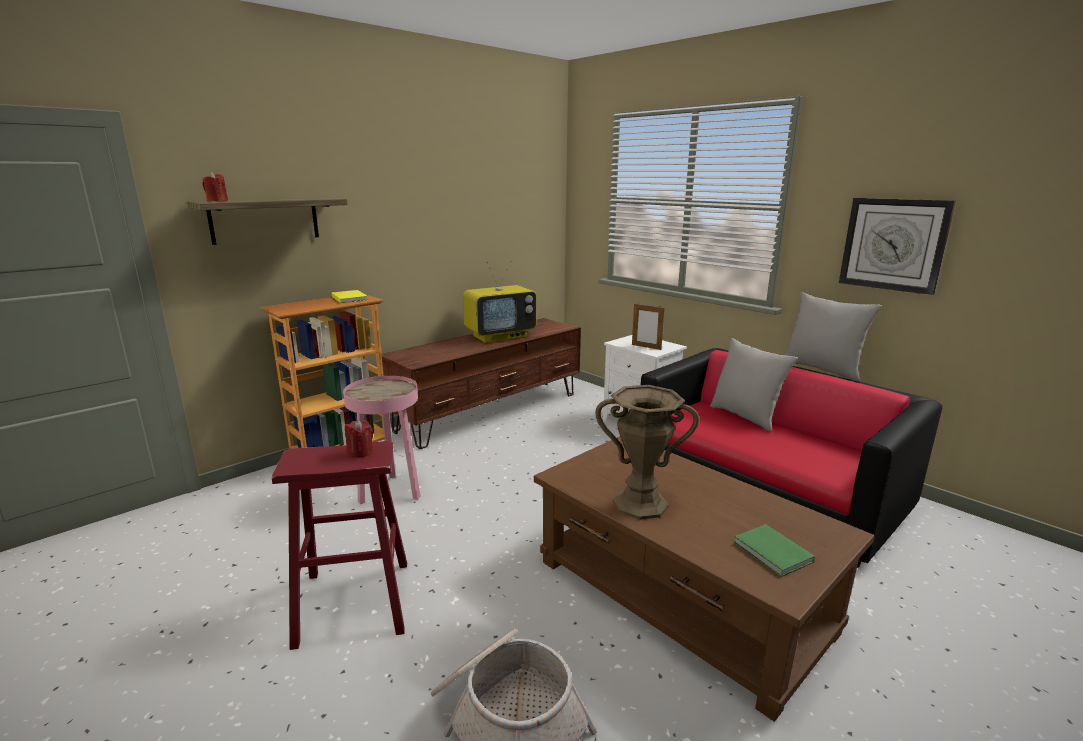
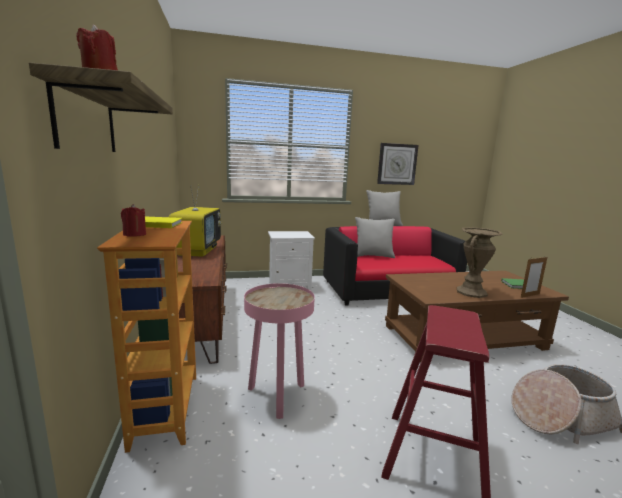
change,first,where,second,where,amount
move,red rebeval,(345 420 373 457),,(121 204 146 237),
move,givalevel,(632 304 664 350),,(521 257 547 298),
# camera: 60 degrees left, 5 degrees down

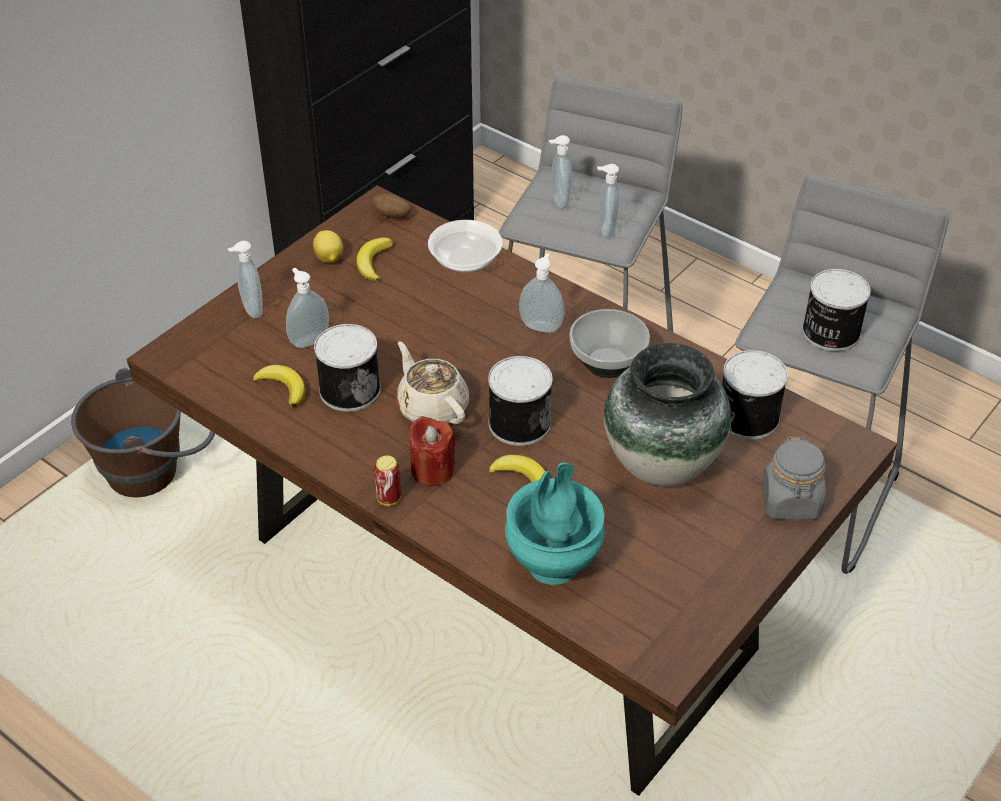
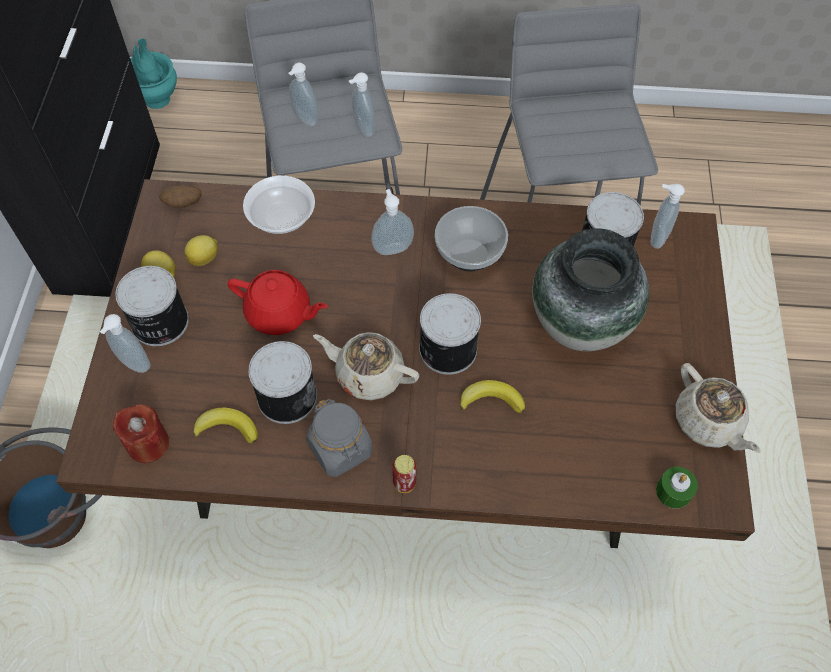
change,first,where,second,where,amount
move,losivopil,(286 268 329 348),,(651 184 685 249),
replace,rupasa,(356 237 393 281),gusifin,(184 235 218 266),
move,red rebeval,(409 416 455 486),,(113 404 169 463),
move,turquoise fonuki,(505 462 605 585),,(130 39 177 109),
move,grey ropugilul,(762 437 826 520),,(306 399 372 477),
move,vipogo,(802 269 871 351),,(115 266 189 346),
insert,,,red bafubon,(228 270 328 335),
insert,,,green rebeval,(656 467 698 509),
insert,,,beige bafubon,(676 363 761 453),
# camera: 35 degrees left, 15 degrees up

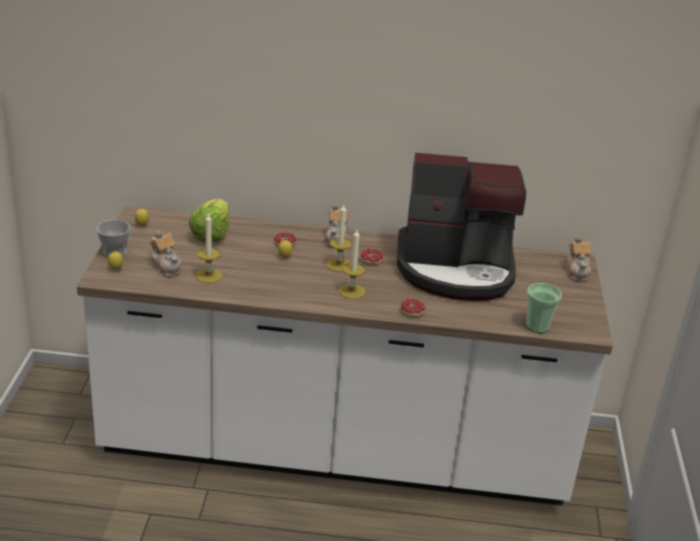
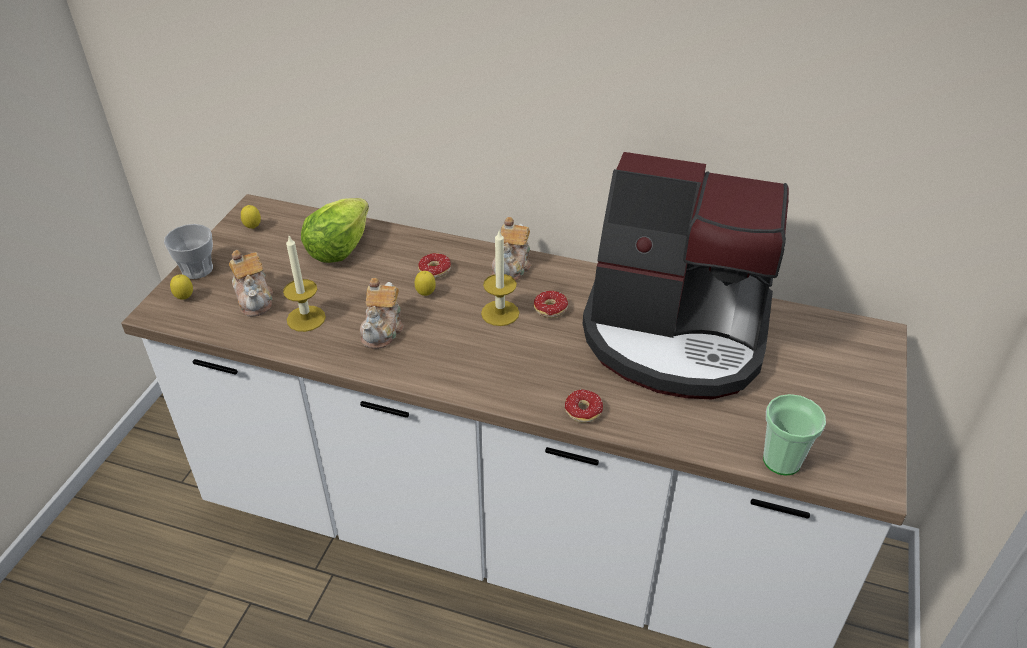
change,first,where,second,where,amount
delete,rebeval,(339 230 365 299),,,
move,bafubon,(565 236 592 282),,(360 278 404 349),
# camera: 15 degrees right, 10 degrees up

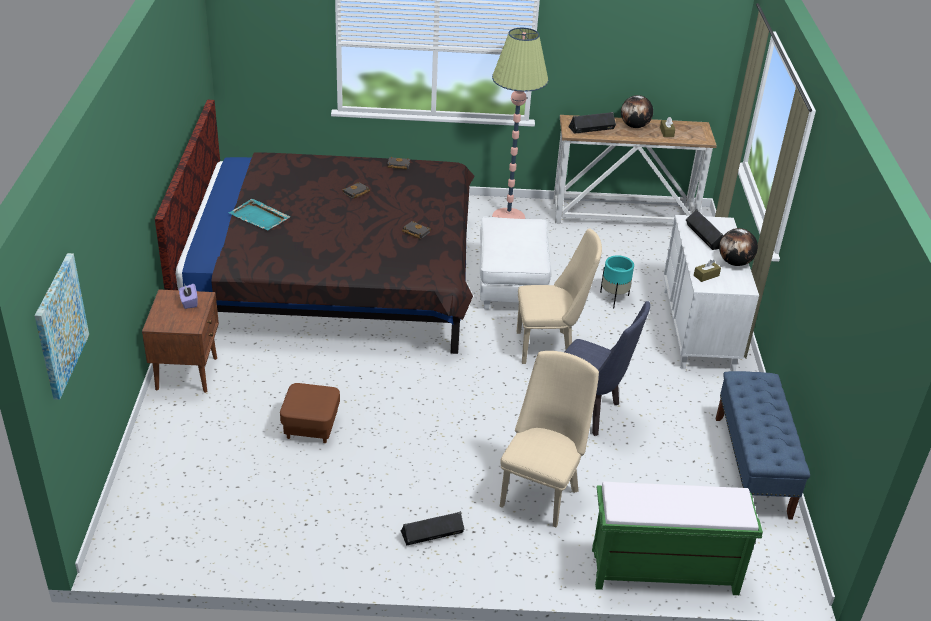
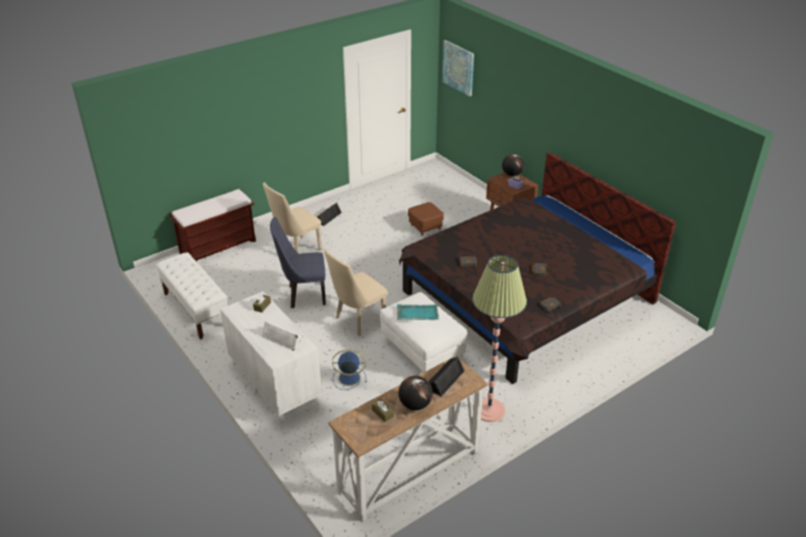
change,first,where,second,where,amount
move,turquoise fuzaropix,(229 199 291 230),,(397 304 439 320),
rotate,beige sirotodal,(500 351 599 527),,(263 182 322 253),60 degrees clockwise
recolor,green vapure,(592 481 763 595),brown vapure,(169 189 256 262),
replace,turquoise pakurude,(600 255 634 309),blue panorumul,(332 350 367 390),
recolor,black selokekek,(686 209 723 250),white selokekek,(262 322 304 351),
recolor,blue vapure,(716 371 810 520),white vapure,(156 252 228 340),
move,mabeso,(719 228 758 266),,(502 154 524 176),
# camera: 145 degrees right, 0 degrees up

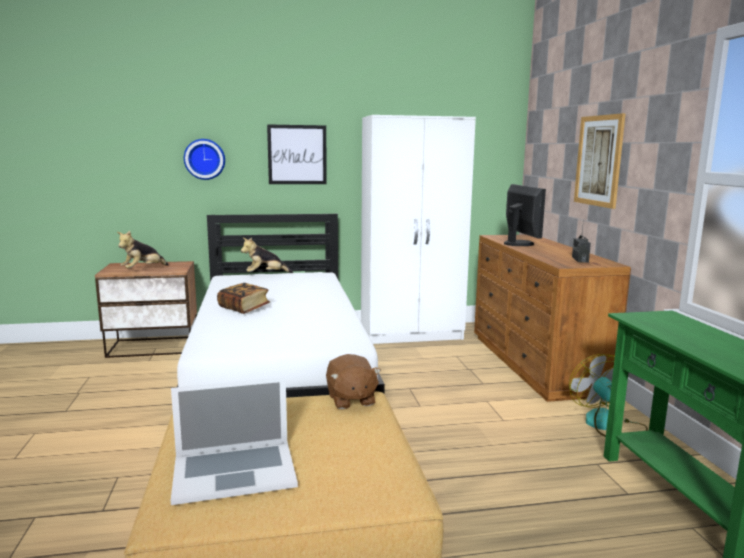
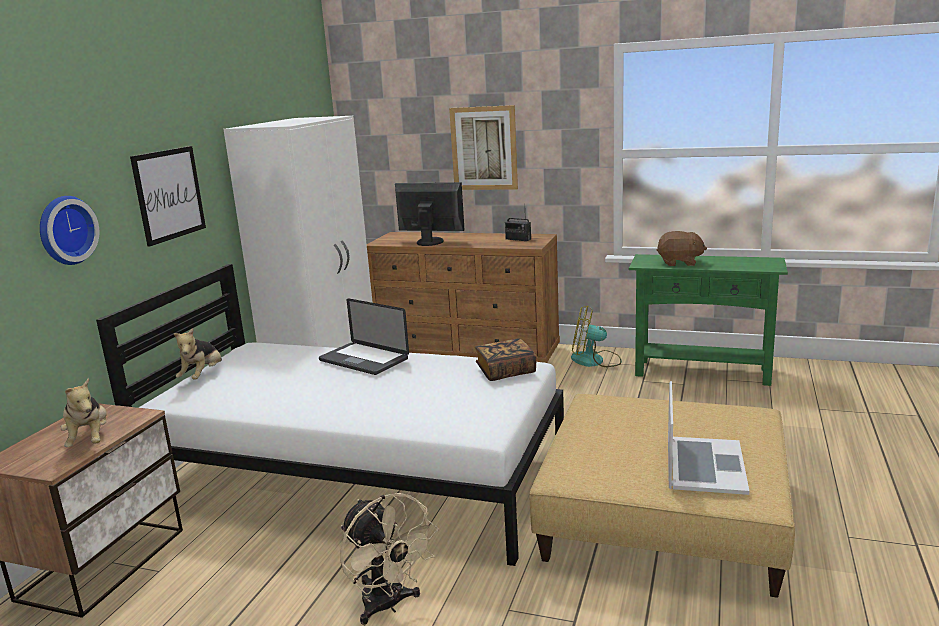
change,first,where,second,where,amount
move,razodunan,(217 283 270 314),,(475 338 537 381),
move,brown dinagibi,(326 354 381 409),,(657 231 707 266),
insert,,,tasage,(319 298 409 375),
insert,,,beige panorumul,(340 493 439 625),
# camera: 60 degrees left, 5 degrees up

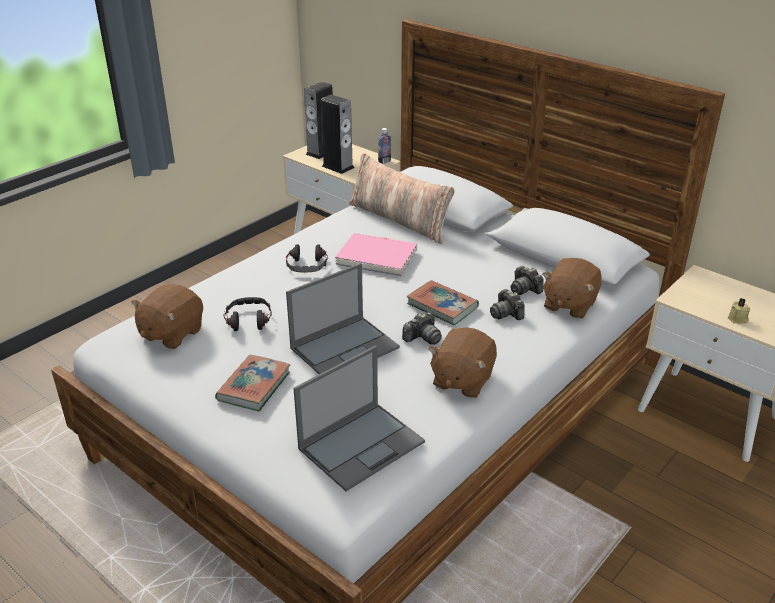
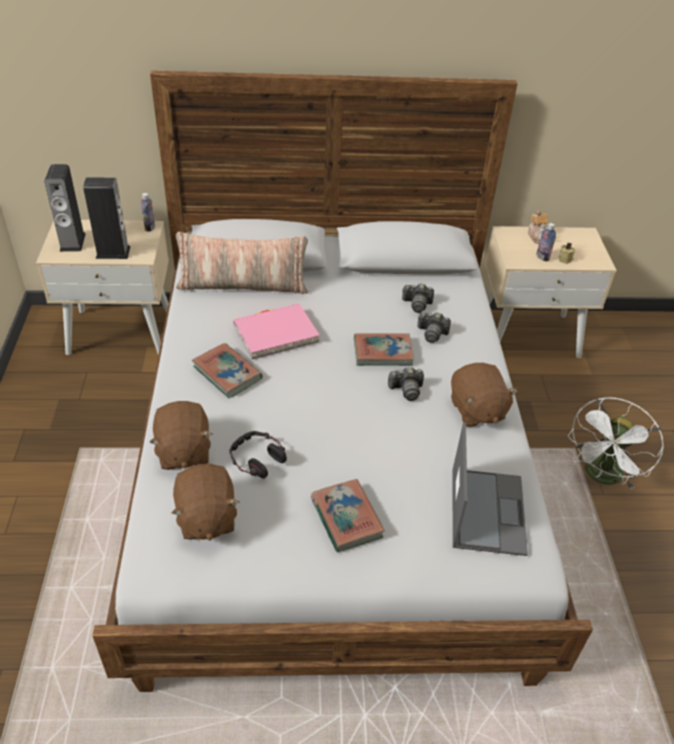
change,first,where,second,where,amount
replace,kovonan,(286 244 328 273),razodunan,(192 343 263 398),
delete,tasage,(286 263 400 374),,,
rotate,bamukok,(402 312 442 345),,(388 367 424 401),75 degrees clockwise
move,brown dinagibi,(542 258 602 319),,(149 401 213 470),
insert,,,bafubon,(528 210 549 244),
insert,,,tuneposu,(536 223 556 262),
insert,,,white panorumul,(568 397 664 490),
# camera: 45 degrees left, 10 degrees up

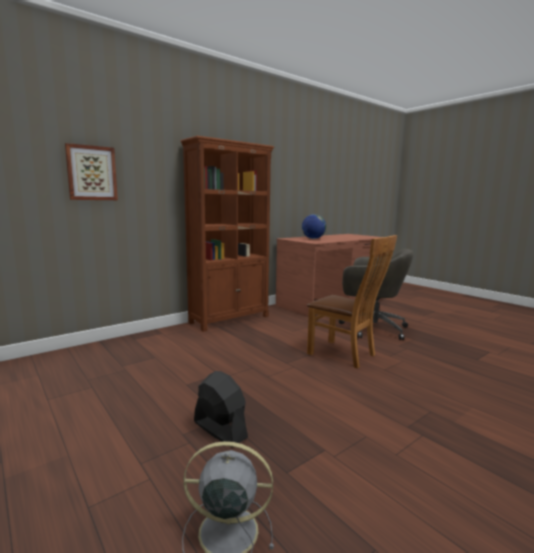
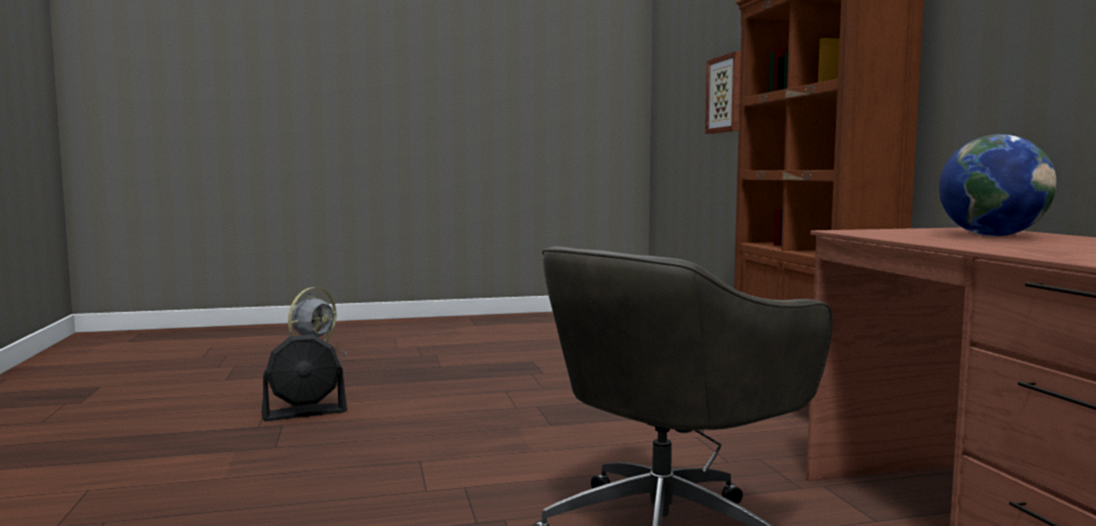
change,first,where,second,where,amount
move,black panorumul,(194 371 248 447),,(261 334 347 421),
delete,brown sirotodal,(307 235 397 368),,,
# camera: 115 degrees right, 5 degrees down

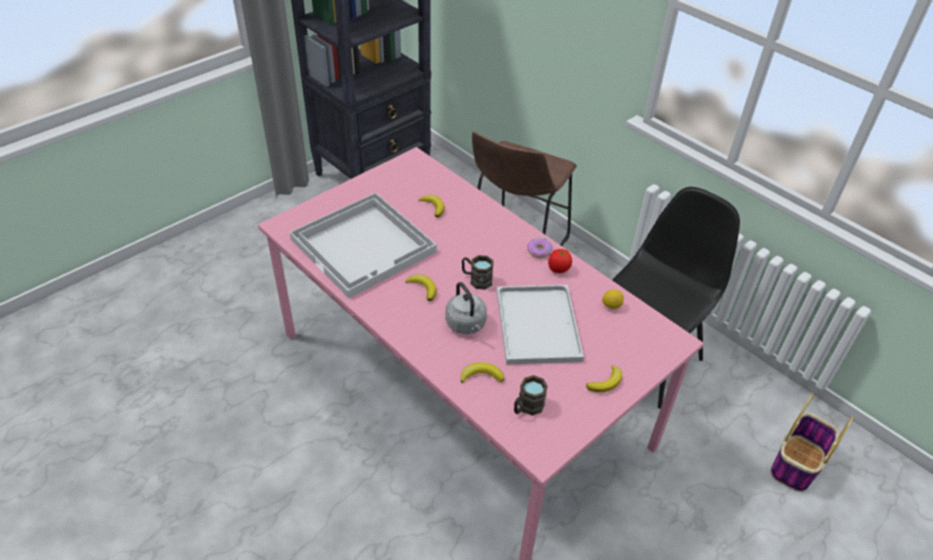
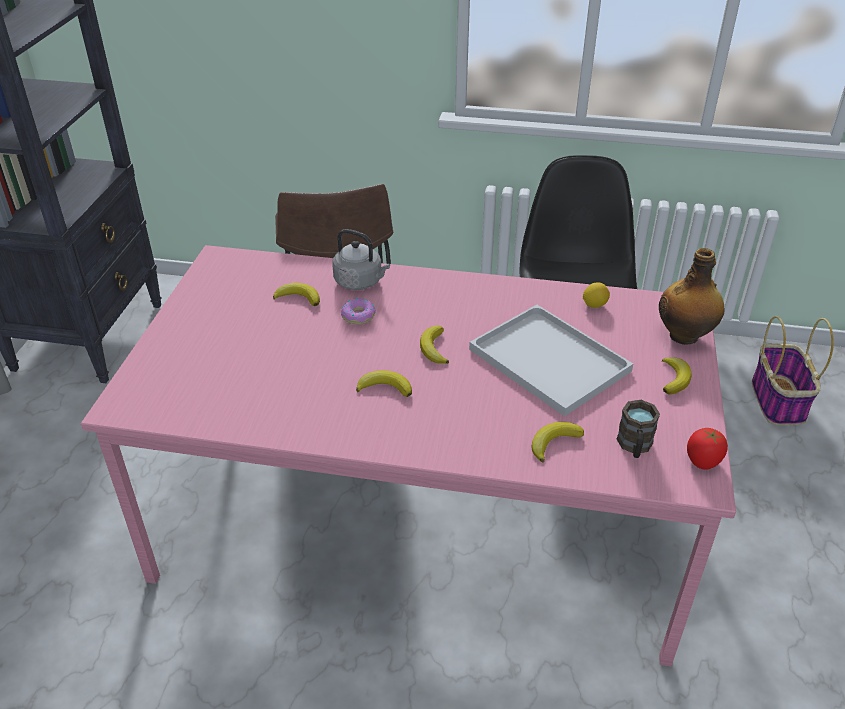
change,first,where,second,where,amount
delete,white fuzaropix,(290 192 437 298),,,
move,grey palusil,(446 282 487 334),,(333 229 390 290),
replace,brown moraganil,(462 255 494 289),rupasa,(420 325 449 364),
move,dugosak,(527 238 553 258),,(341 298 376 325),
move,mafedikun,(548 249 572 273),,(687 428 728 470),
insert,,,tuneposu,(659 248 724 345),
# camera: 35 degrees left, 5 degrees down

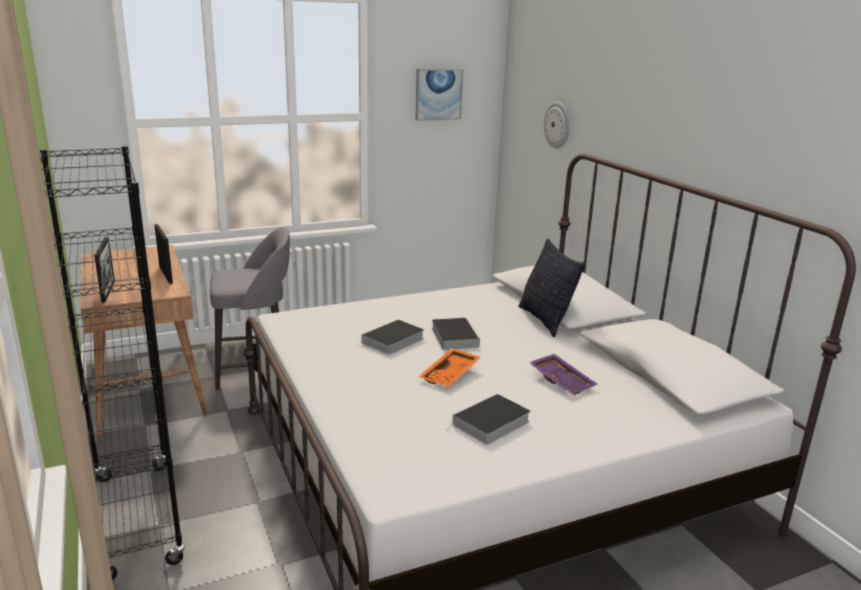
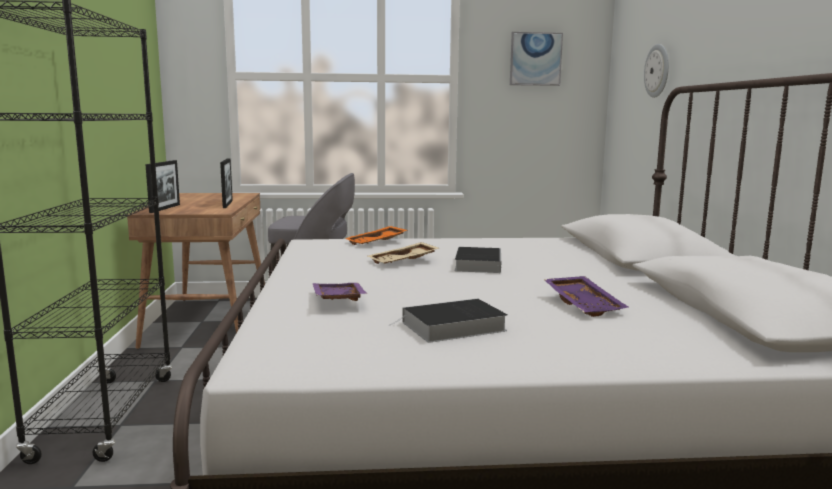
change,first,where,second,where,amount
replace,razodunan,(356 320 424 355),beige fuzaropix,(368 242 439 264),
move,orange fuzaropix,(419 348 480 386),,(345 226 407 245),
delete,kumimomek,(518 238 586 337),,,
insert,,,purple fuzaropix,(313 283 368 301),
# camera: 20 degrees right, 10 degrees down

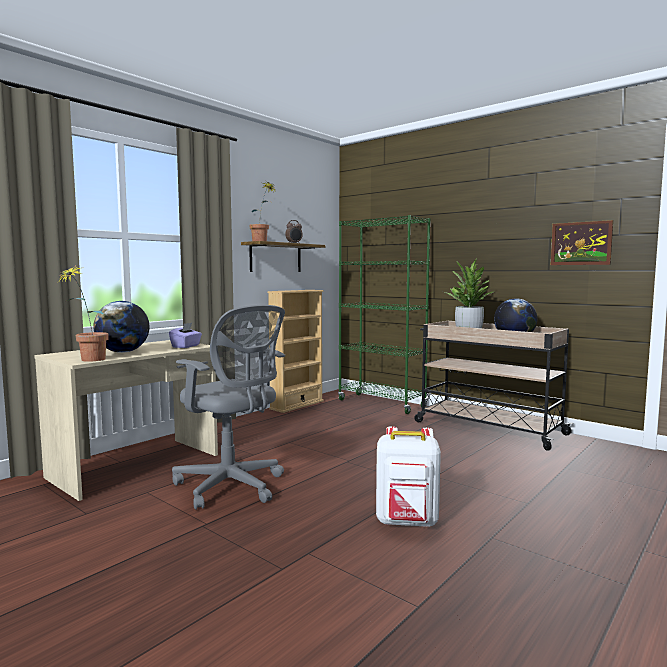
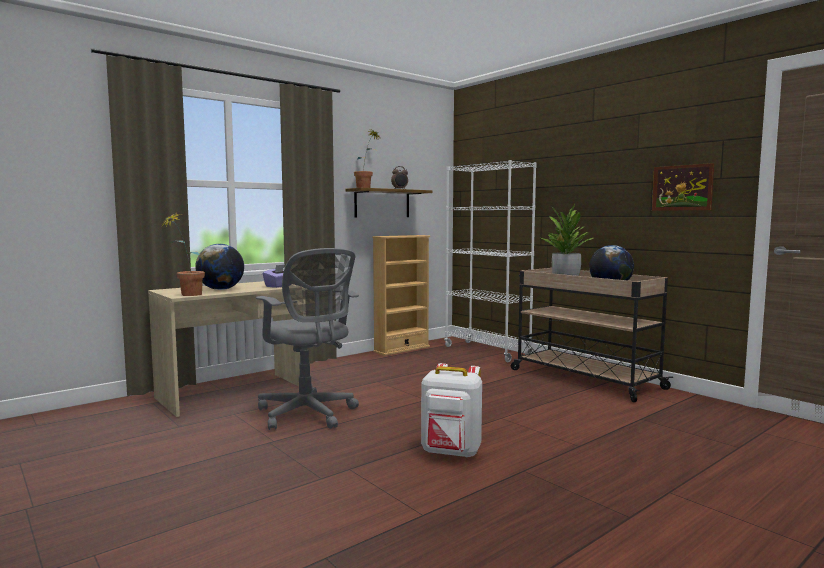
change,first,where,second,where,amount
recolor,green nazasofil,(338 215 431 414),white nazasofil,(444 160 537 362),
# camera: 10 degrees right, 0 degrees up

